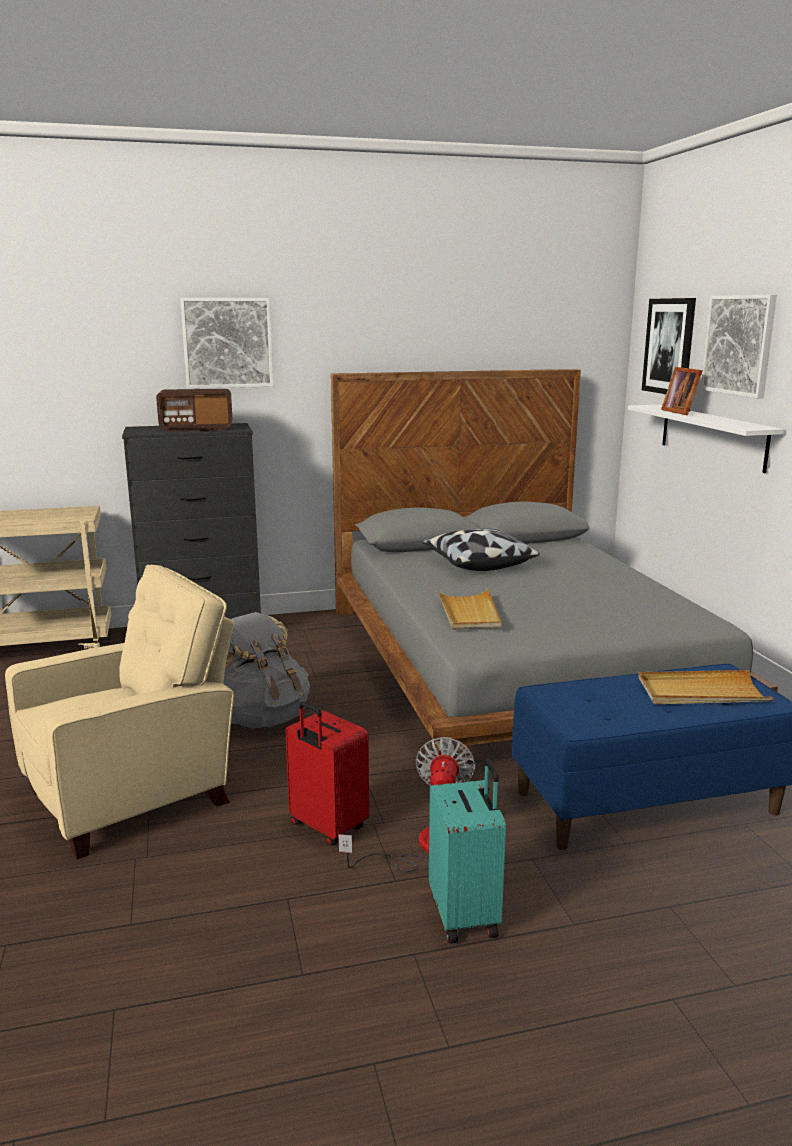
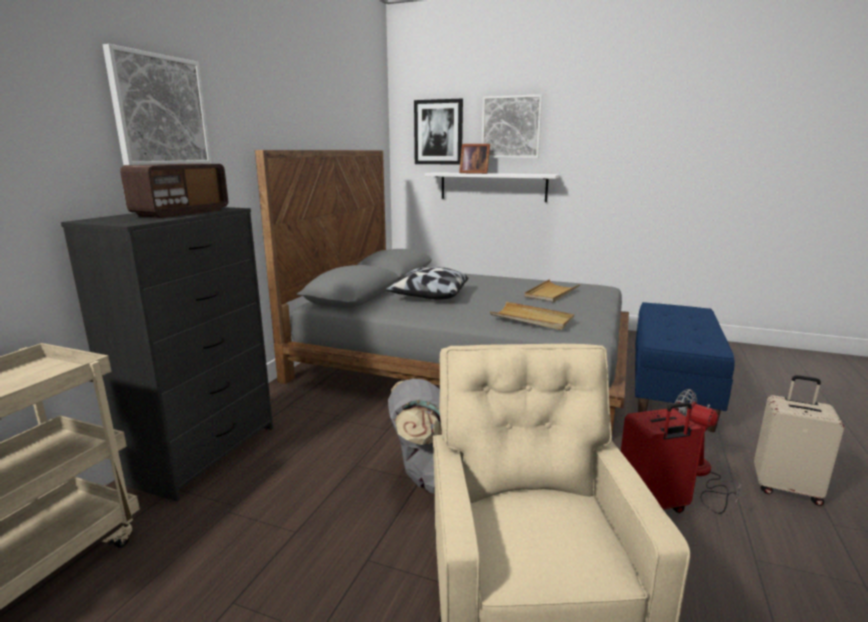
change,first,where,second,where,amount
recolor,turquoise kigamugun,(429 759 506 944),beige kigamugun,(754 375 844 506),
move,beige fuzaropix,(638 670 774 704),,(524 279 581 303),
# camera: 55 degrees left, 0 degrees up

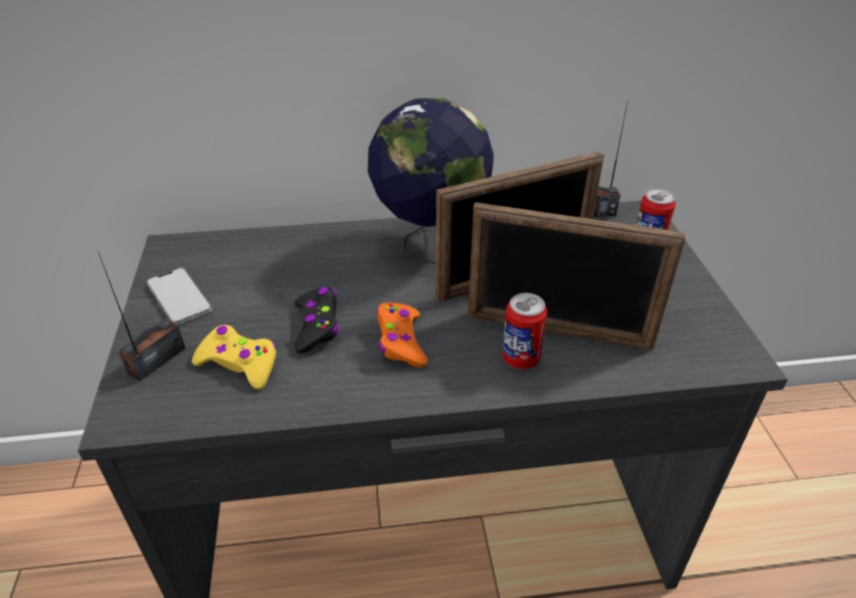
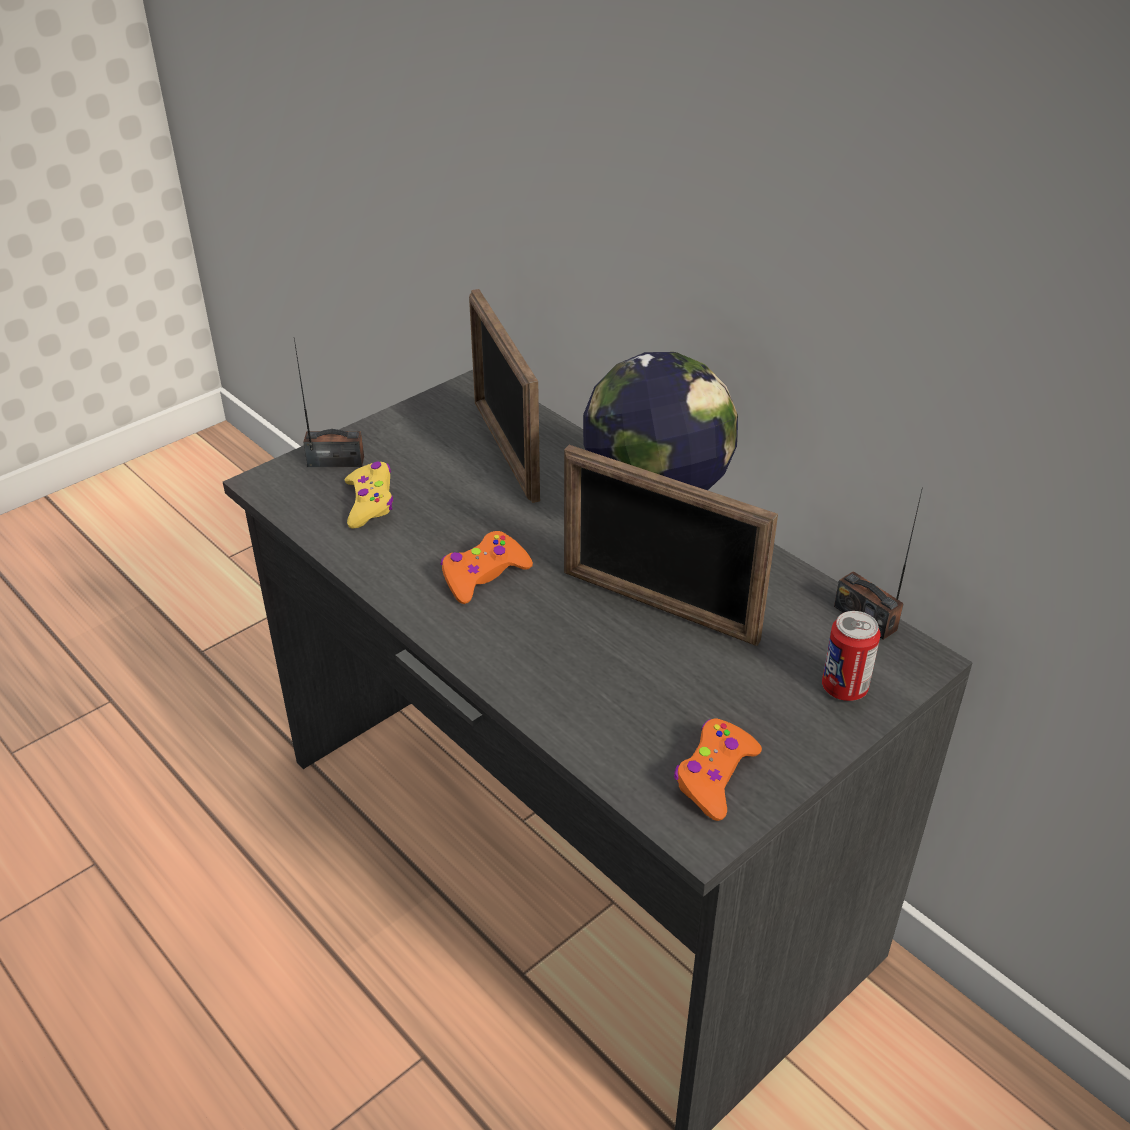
change,first,where,second,where,amount
delete,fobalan,(147 268 212 325),,,
delete,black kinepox,(294 287 339 354),,,
move,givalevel,(468 202 686 350),,(469 289 540 503),
delete,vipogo,(502 293 547 369),,,
insert,,,orange kinepox,(674 719 762 821),
# camera: 55 degrees right, 0 degrees up

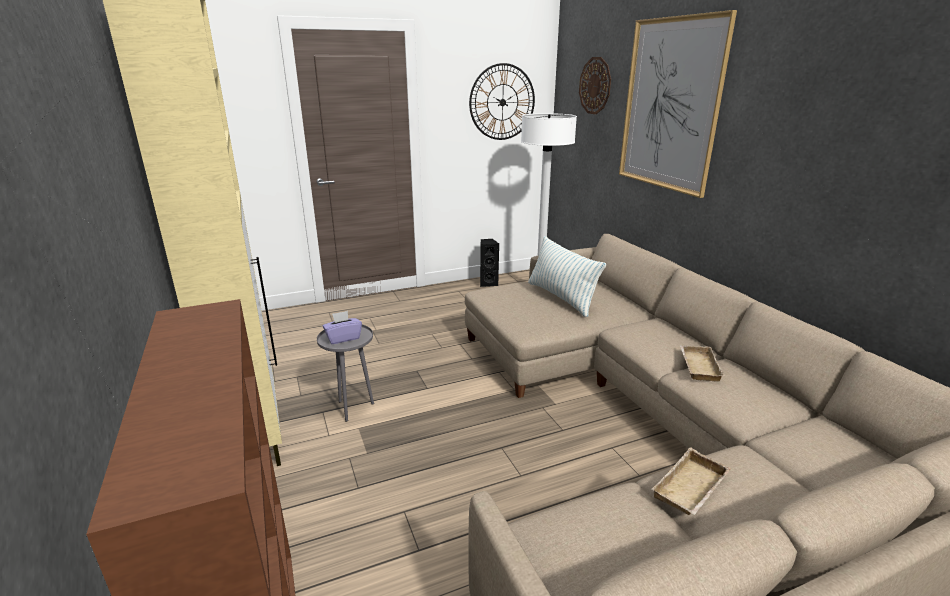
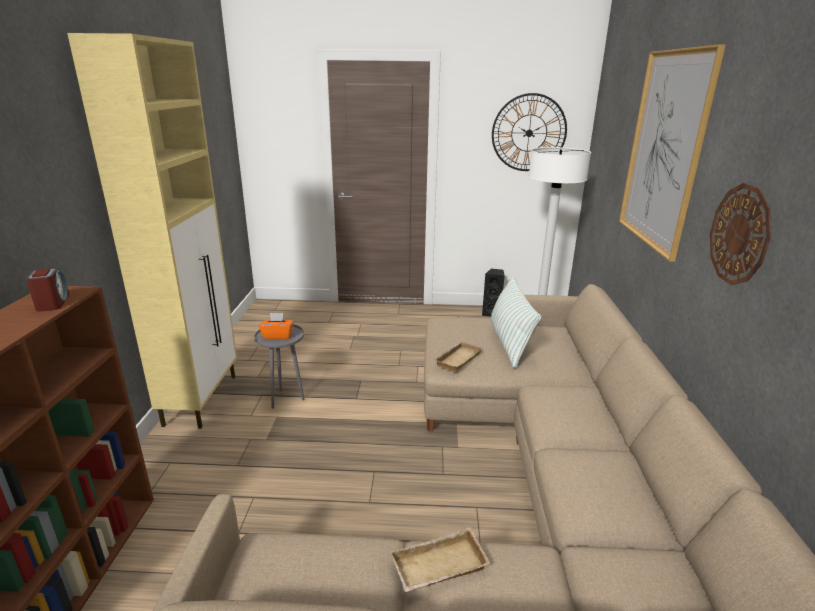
change,first,where,second,where,amount
recolor,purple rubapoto,(322 311 362 344),orange rubapoto,(259 313 294 339),
move,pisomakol,(579 57 611 114),,(710 183 771 285),
move,beige fuzaropix,(680 345 725 382),,(433 341 482 372),
insert,,,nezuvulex,(26 268 69 312),
# camera: 25 degrees right, 0 degrees up

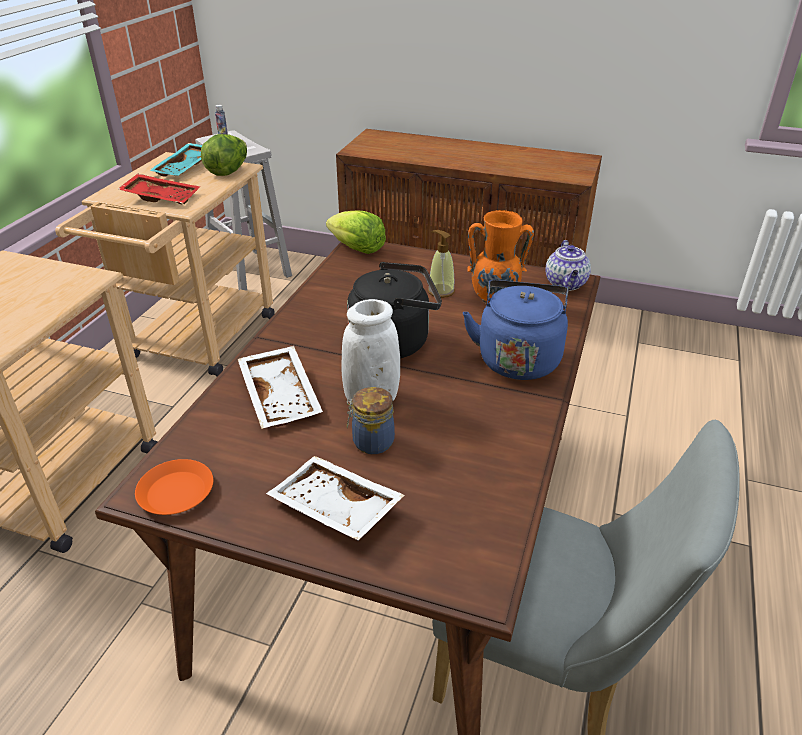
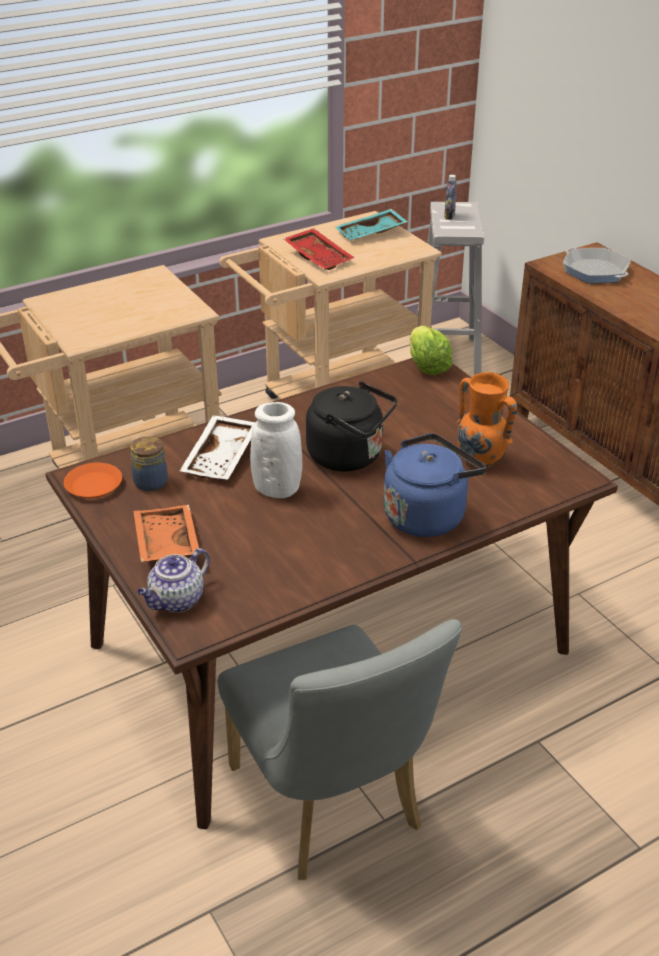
change,first,where,second,where,amount
delete,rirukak,(201 134 247 176),,,
recolor,white fuzaropix,(266 456 405 540),orange fuzaropix,(133 505 199 562),
move,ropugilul,(347 387 395 454),,(130 436 168 491),
delete,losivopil,(428 230 455 298),,,
move,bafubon,(545 240 591 291),,(137 548 210 612),
insert,,,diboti,(563 248 631 283),
# camera: 40 degrees right, 0 degrees up

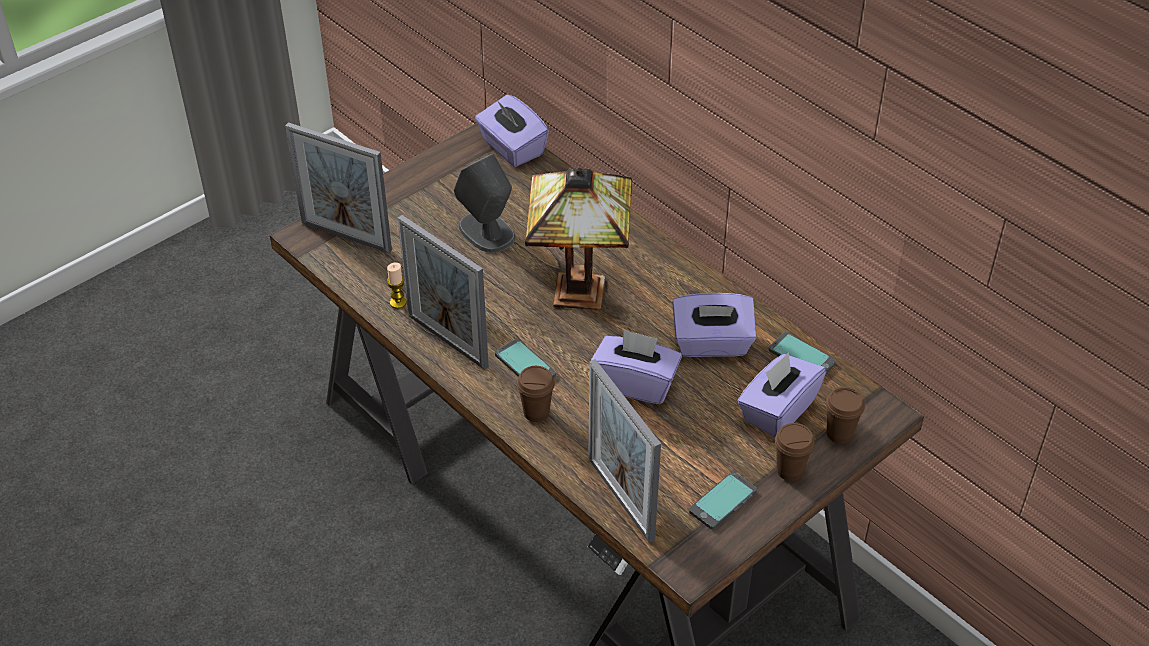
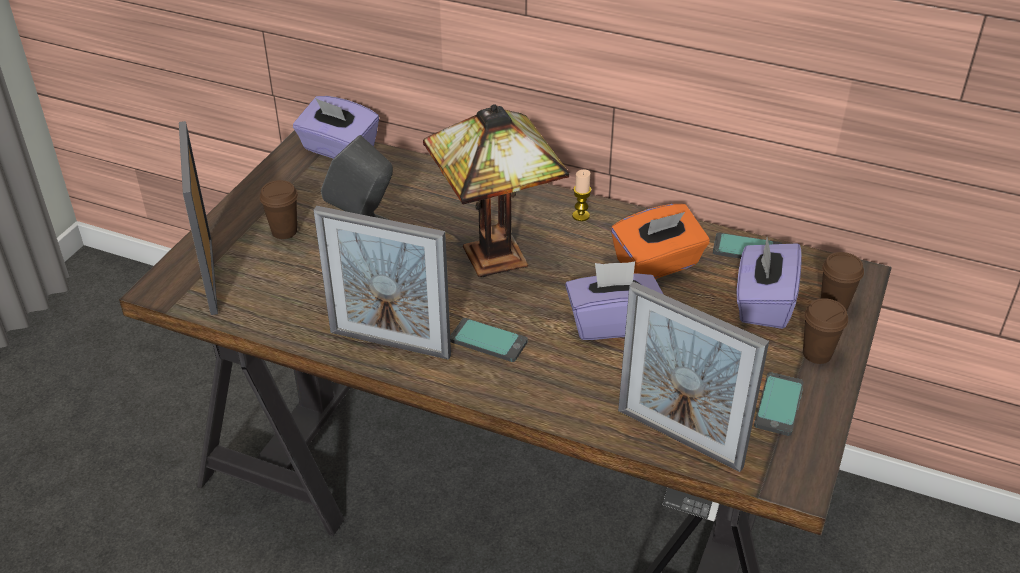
change,first,where,second,where,amount
rotate,givalevel,(285 122 392 253),,(179 121 218 315),75 degrees clockwise
move,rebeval,(387 263 407 309),,(572 170 592 221),
move,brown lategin,(517 366 555 422),,(260 180 298 239),
recolor,purple rubapoto,(672 293 756 357),orange rubapoto,(611 204 710 279),
# camera: 25 degrees left, 5 degrees down

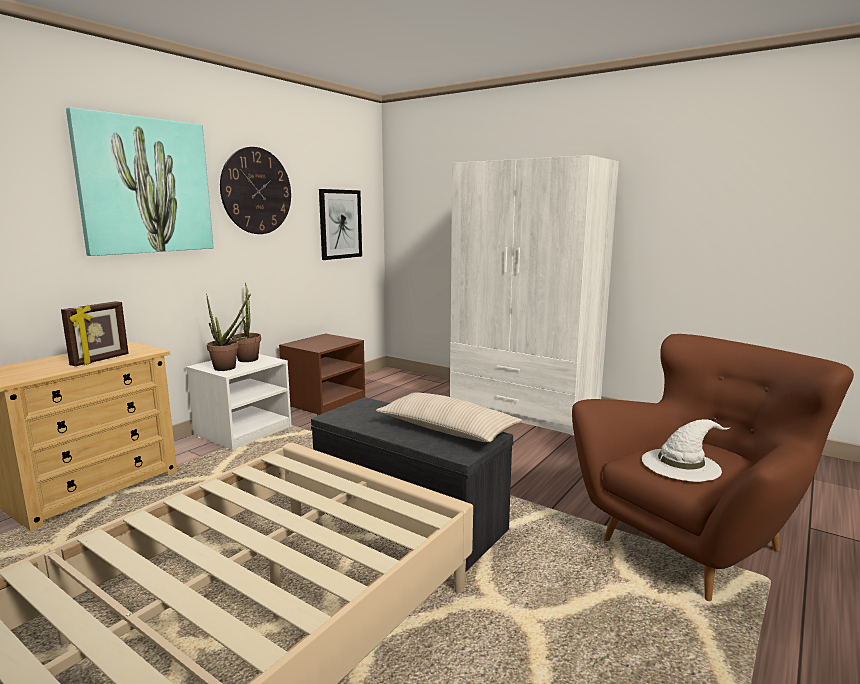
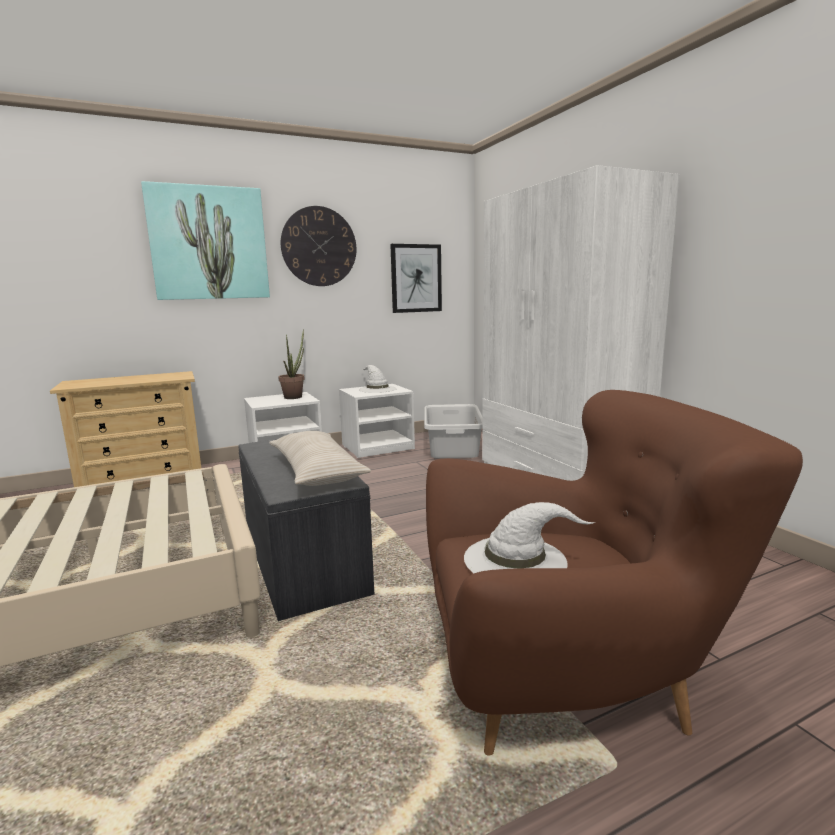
change,first,where,second,where,amount
delete,givalevel,(61 301 129 366),,,
delete,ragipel,(206 293 251 371),,,
recolor,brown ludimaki,(279 333 365 416),white ludimaki,(339 384 415 458),
insert,,,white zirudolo,(359 365 397 393),
insert,,,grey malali,(424 404 483 458),
# camera: 30 degrees right, 0 degrees up

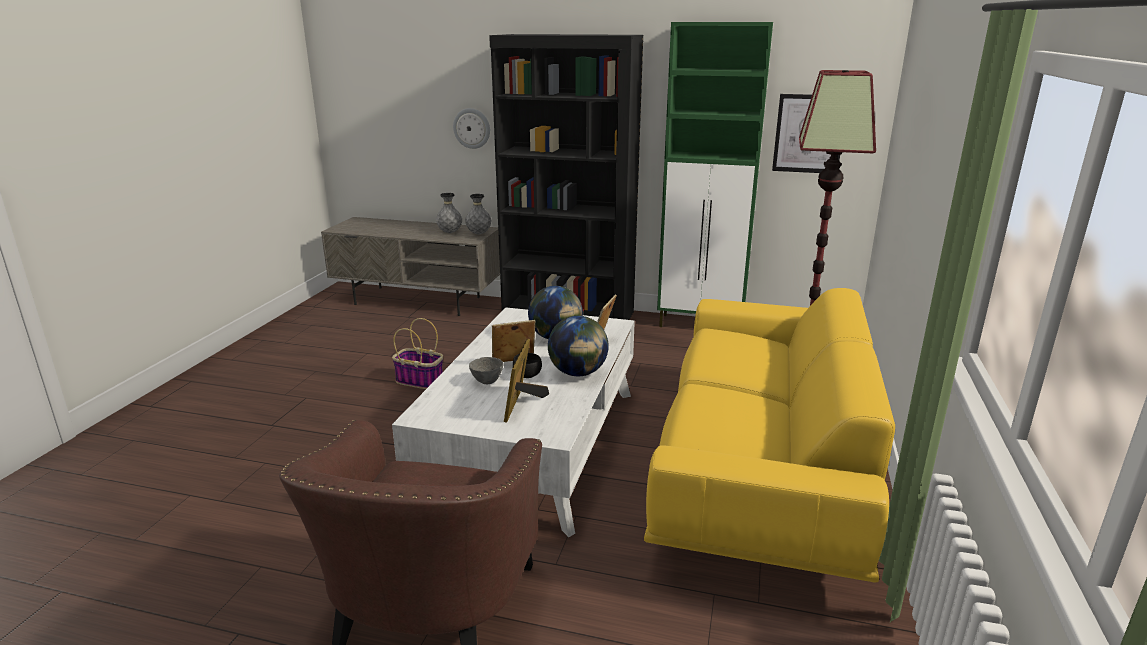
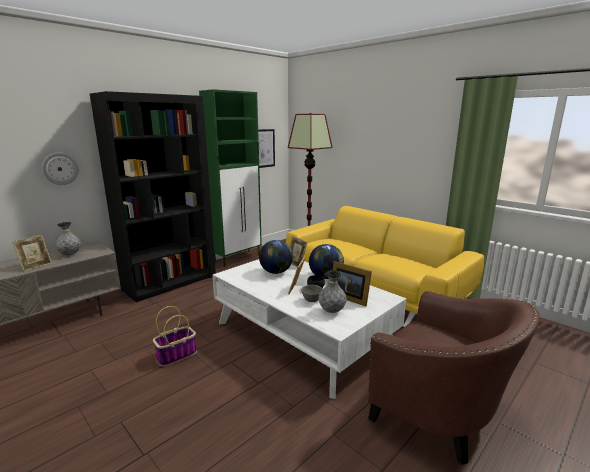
change,first,where,second,where,amount
move,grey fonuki,(465 194 491 234),,(319 270 347 313),
insert,,,givalevel,(12 235 52 272),
# camera: 60 degrees left, 5 degrees down

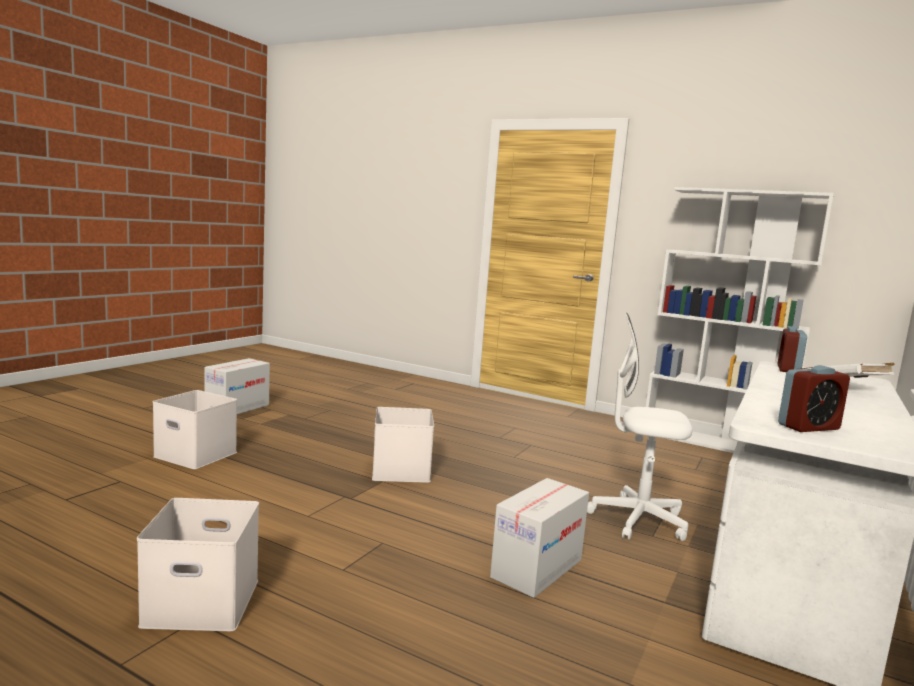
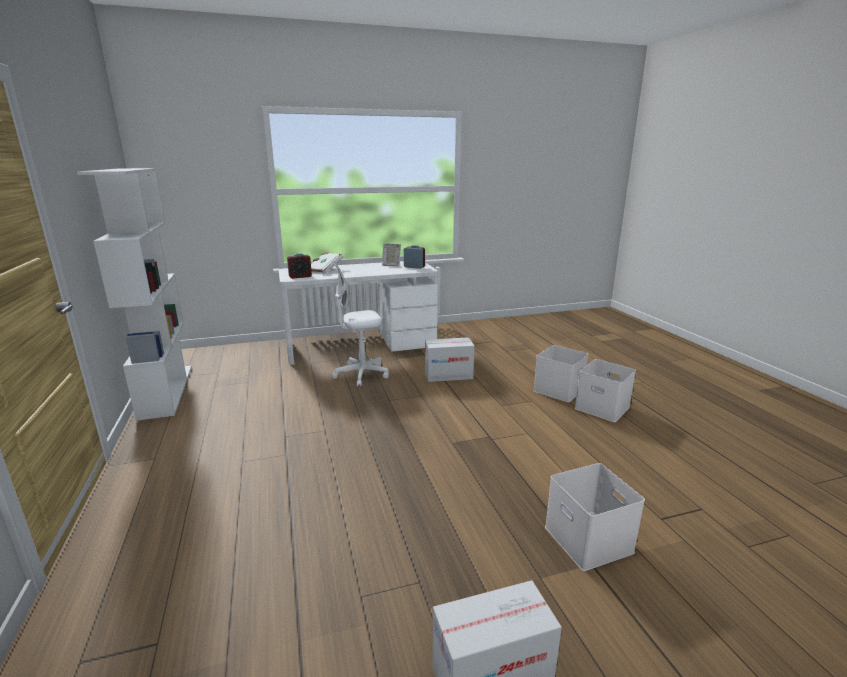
change,first,where,second,where,amount
move,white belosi,(372 407 434 483),,(533 345 589 402),
rotate,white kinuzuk,(587 313 692 541),,(332 261 389 386),105 degrees clockwise
insert,,,givalevel,(382 243 401 266),
# camera: 135 degrees left, 10 degrees up

